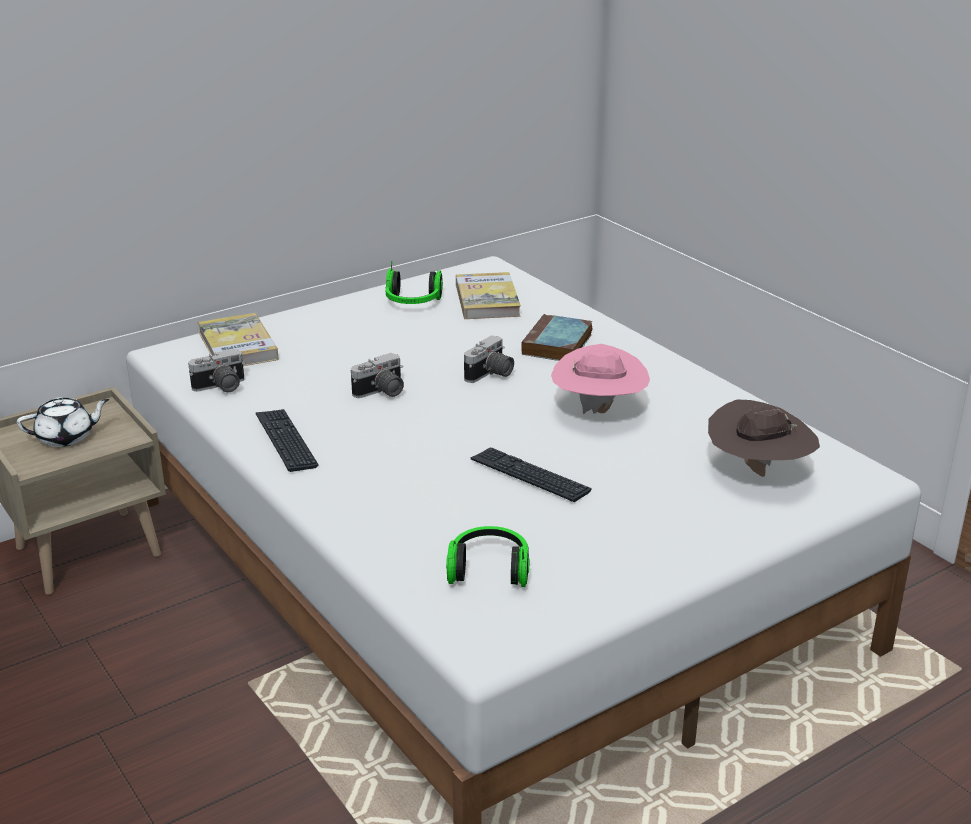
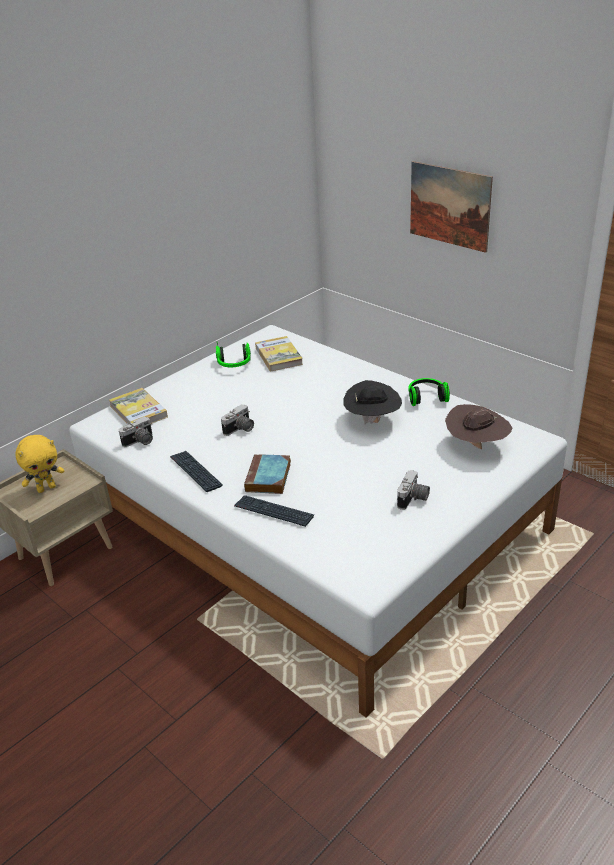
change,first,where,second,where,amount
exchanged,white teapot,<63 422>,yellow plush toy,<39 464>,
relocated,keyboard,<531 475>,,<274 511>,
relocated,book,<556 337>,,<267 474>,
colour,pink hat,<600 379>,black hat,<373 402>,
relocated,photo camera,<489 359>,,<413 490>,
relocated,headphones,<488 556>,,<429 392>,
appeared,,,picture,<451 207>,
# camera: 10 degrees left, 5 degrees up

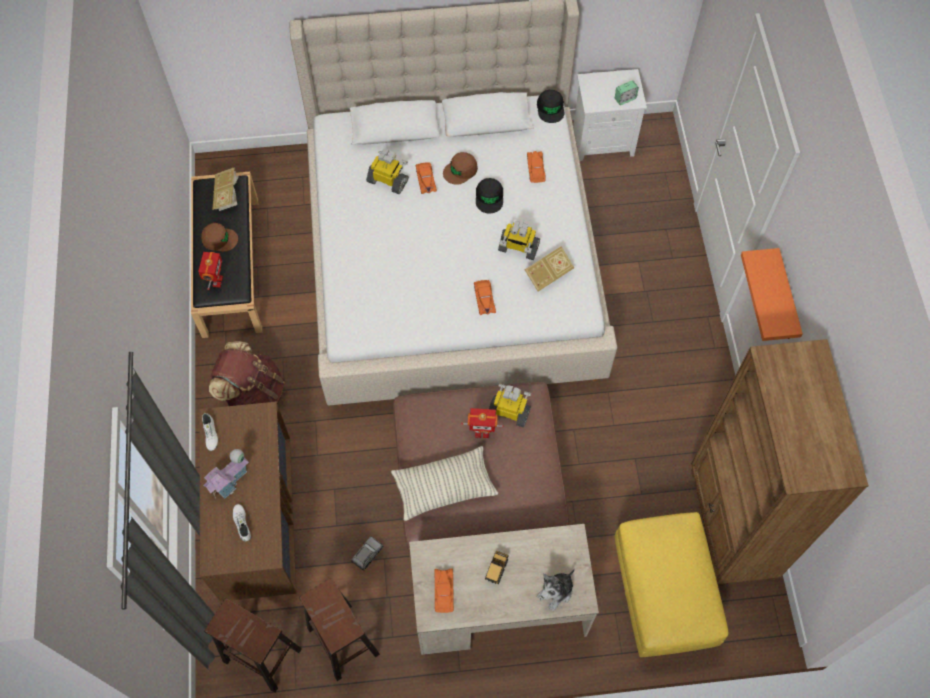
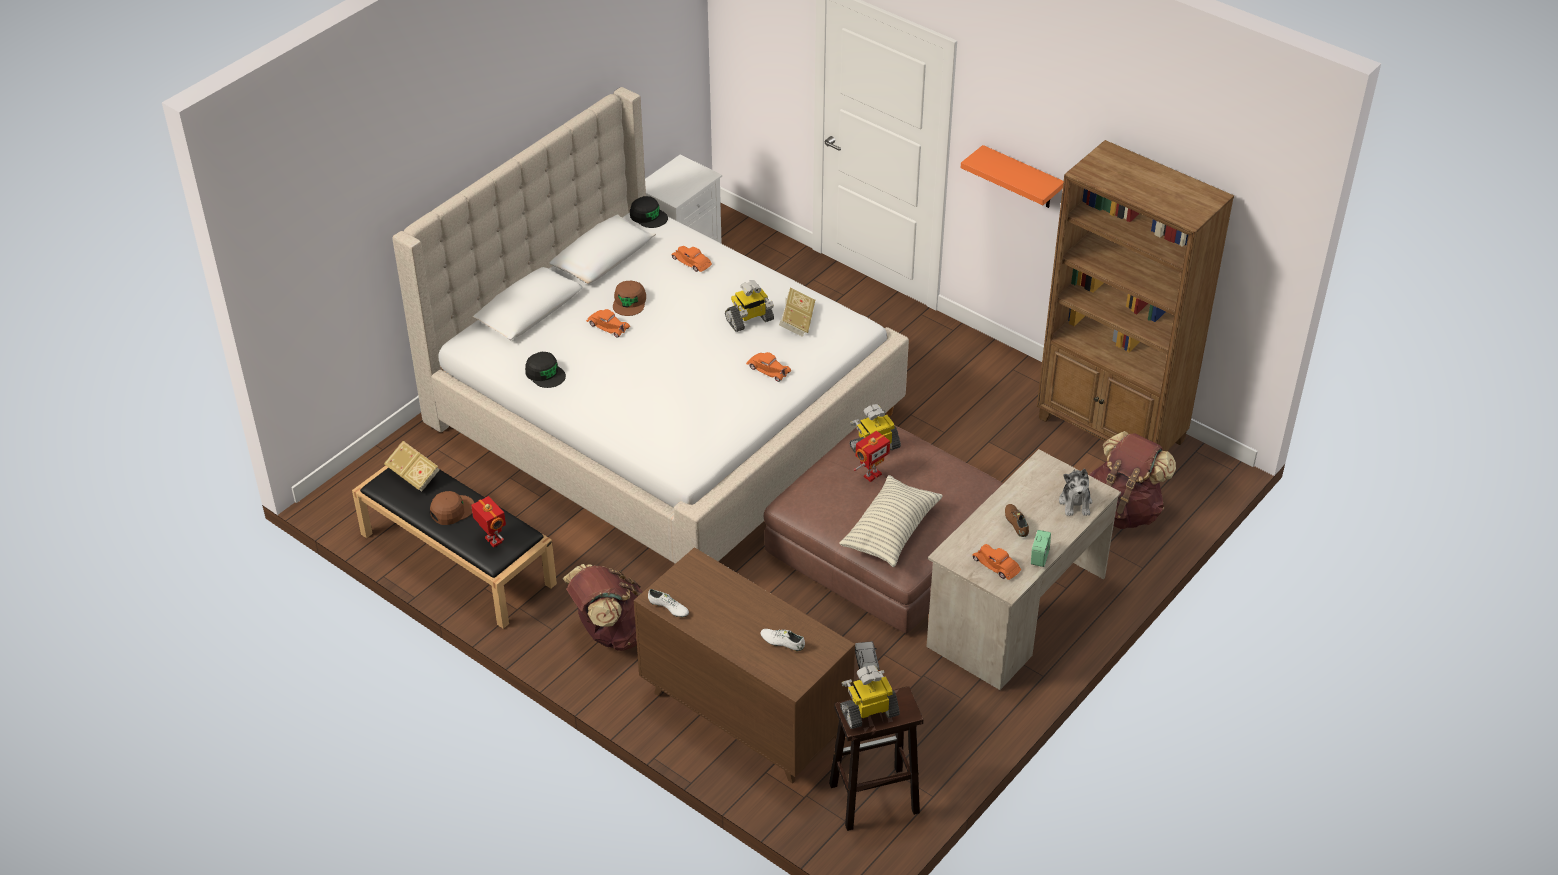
change,first,where,second,where,amount
relocated,black cap,<489 196>,,<545 370>,
relocated,toy robot,<387 171>,,<870 697>,
exchanged,toy truck,<497 567>,brown shoe,<1017 520>,
relocated,alarm clock,<627 92>,,<1041 548>,
exchanged,yellow ottoman,<672 584>,brown backpack,<1132 480>,
missing,toy house,<226 474>,,,
missing,brown stool,<339 629>,,,
# camera: 45 degrees left, 20 degrees down

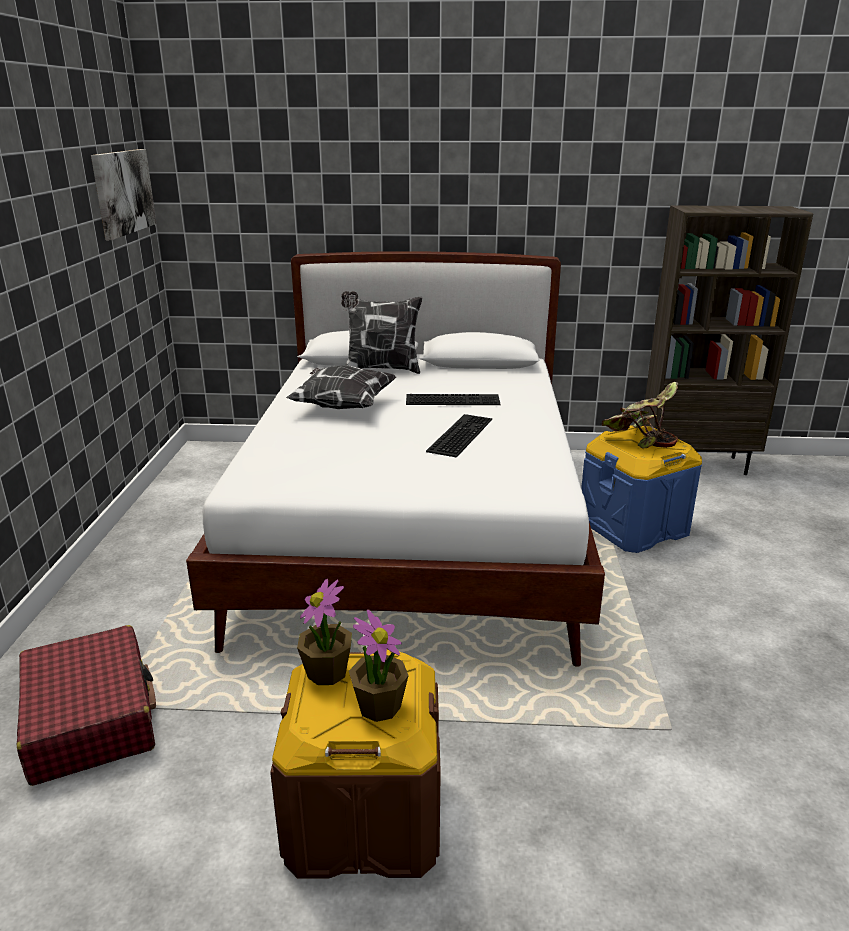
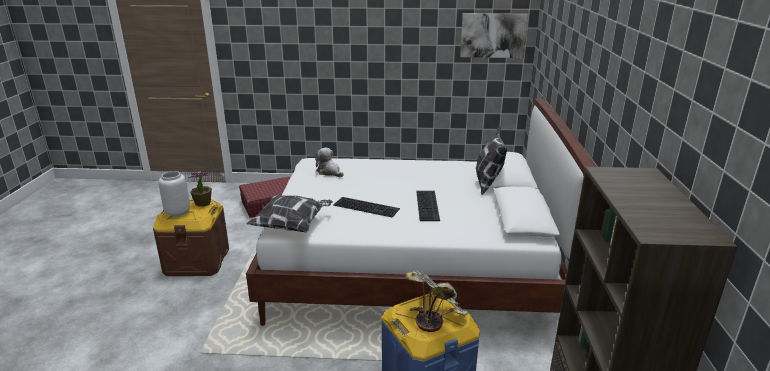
change,first,where,second,where,amount
exchanged,potted plant,<379 665>,grey vase,<174 194>,
relocated,pillow,<341 387>,,<290 213>,
appeared,,,plush toy,<329 162>,
# camera: 90 degrees right, 0 degrees up

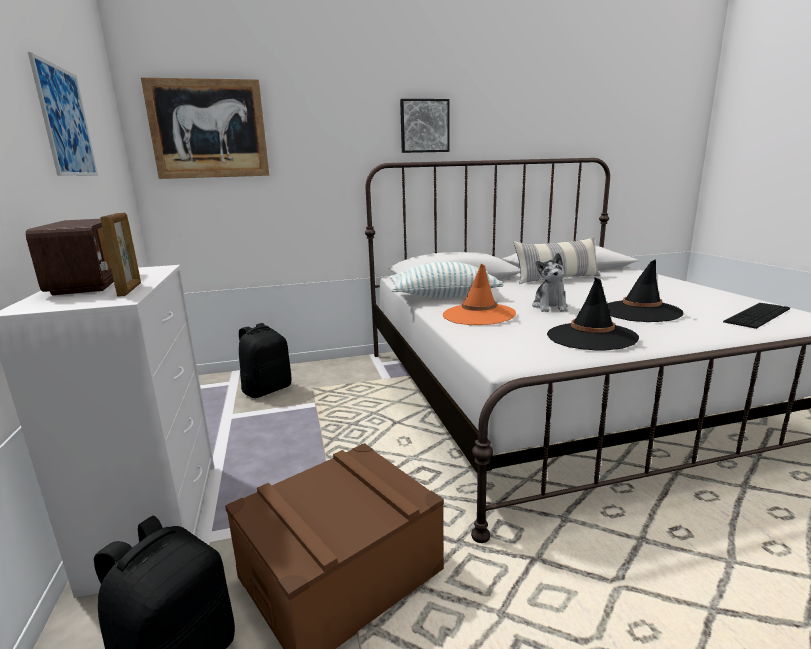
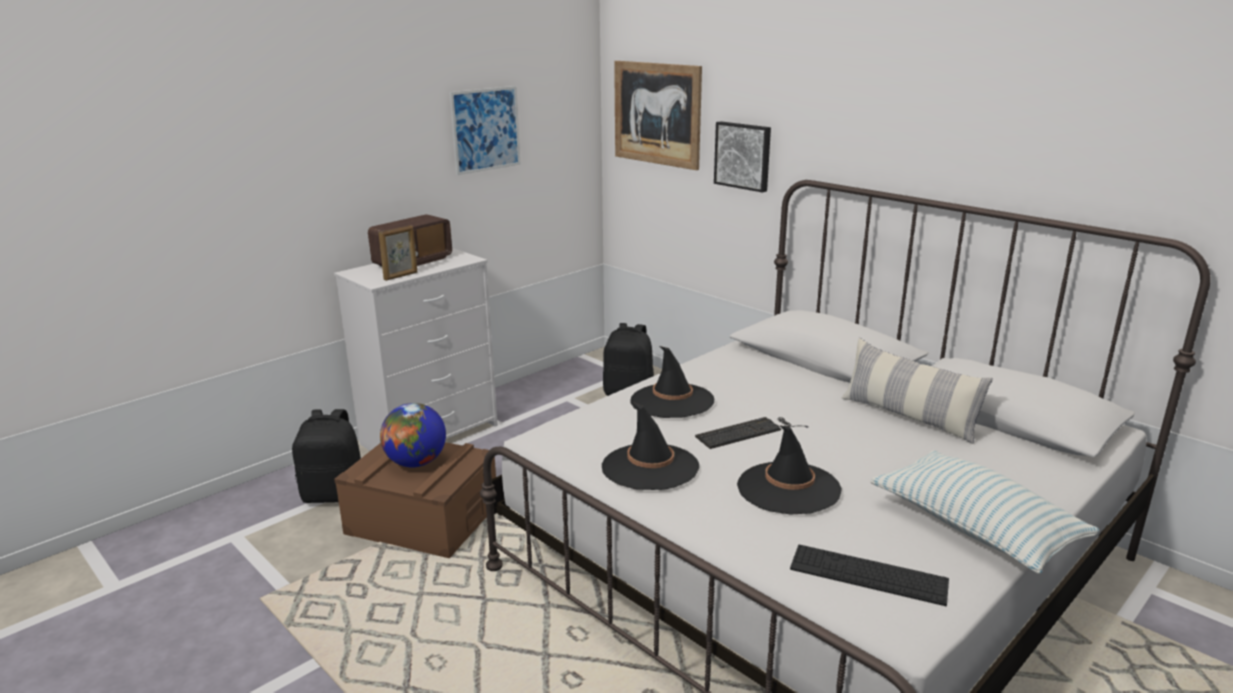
change,first,where,second,where,amount
appeared,,,globe,<413 435>,
colour,orange hat,<479 294>,black hat,<673 382>,
exchanged,plush toy,<550 282>,keyboard,<752 433>,
relocated,picture,<425 126>,,<742 157>,
relocated,pillow,<446 280>,,<985 512>,
# camera: 60 degrees right, 5 degrees up

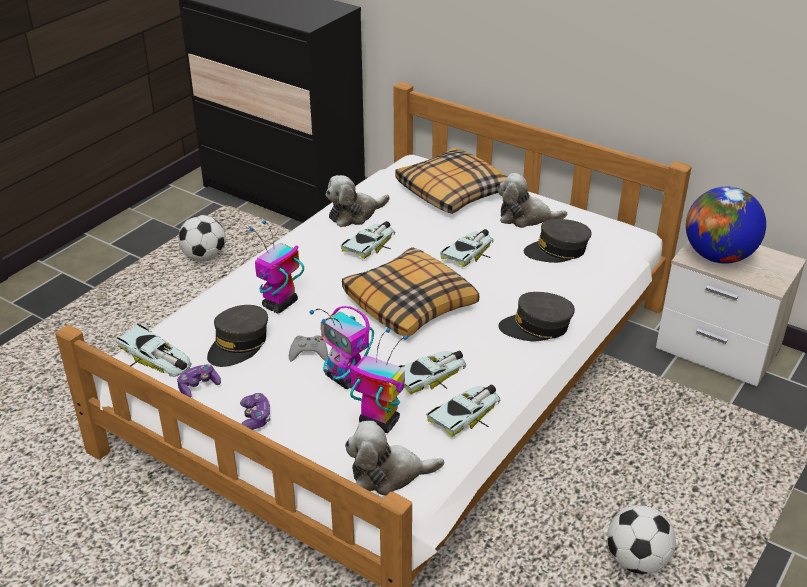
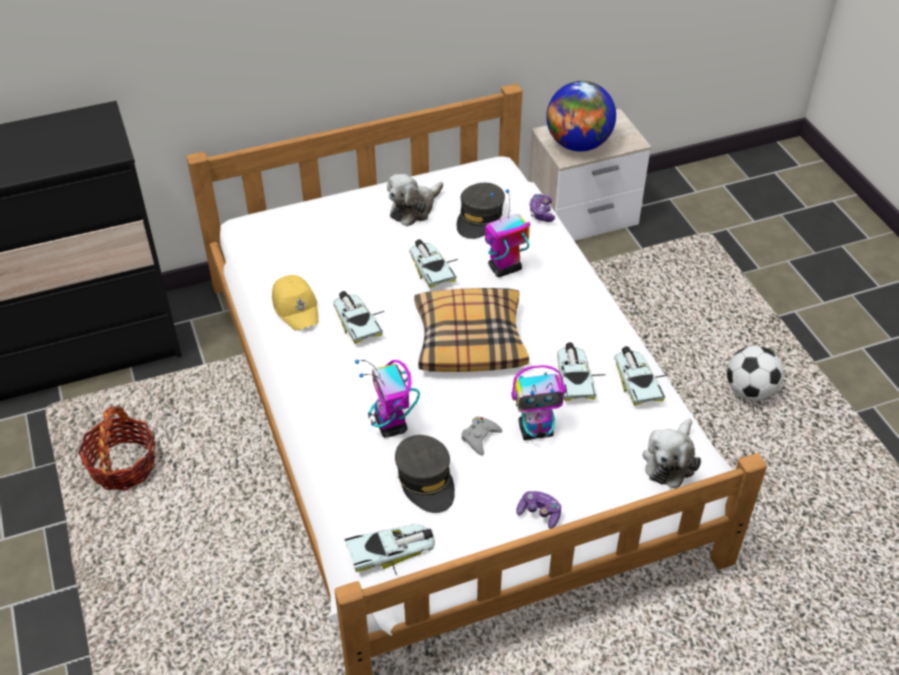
change,first,where,second,where,amount
exchanged,football,<202 238>,basket,<117 448>,
exchanged,plush toy,<358 201>,yellow cap,<295 303>,
relocated,toy robot,<378 380>,,<507 233>,
relocated,game controller,<199 381>,,<542 208>,
missing,pillow,<451 181>,,,
missing,grey cap,<536 316>,,,
# camera: 55 degrees left, 10 degrees up

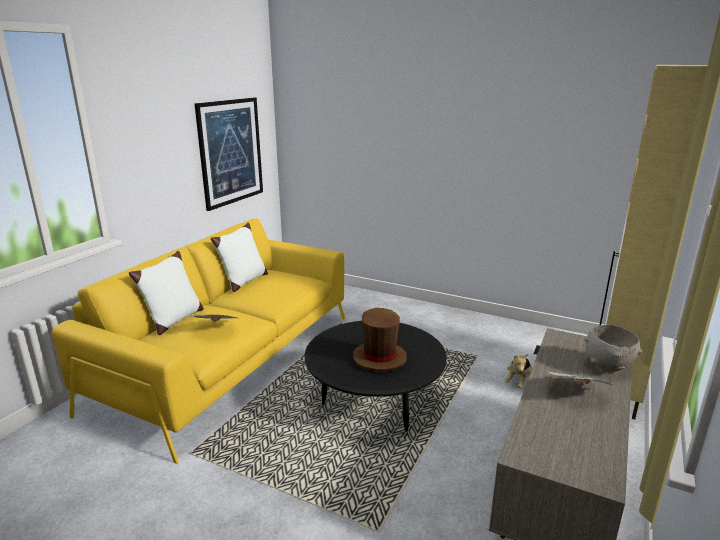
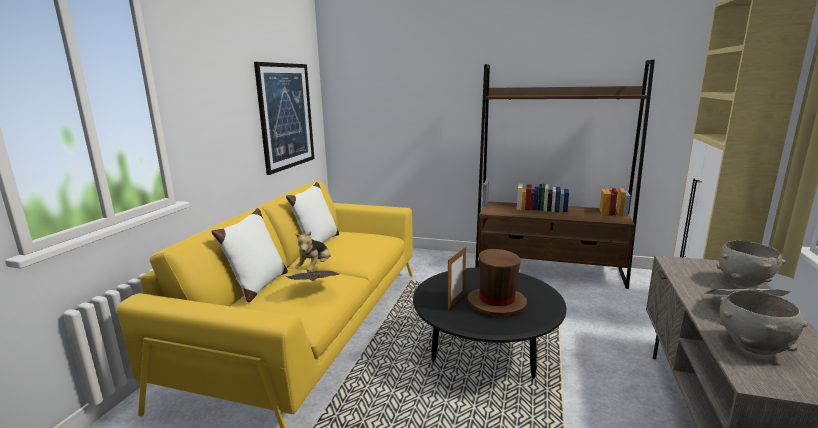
change,first,where,second,where,amount
relocated,plush toy,<518 371>,,<312 251>,
appeared,,,picture frame,<456 278>,
appeared,,,brown bookcase,<565 174>,
appeared,,,grey bowl,<763 322>,
# camera: 10 degrees left, 5 degrees down

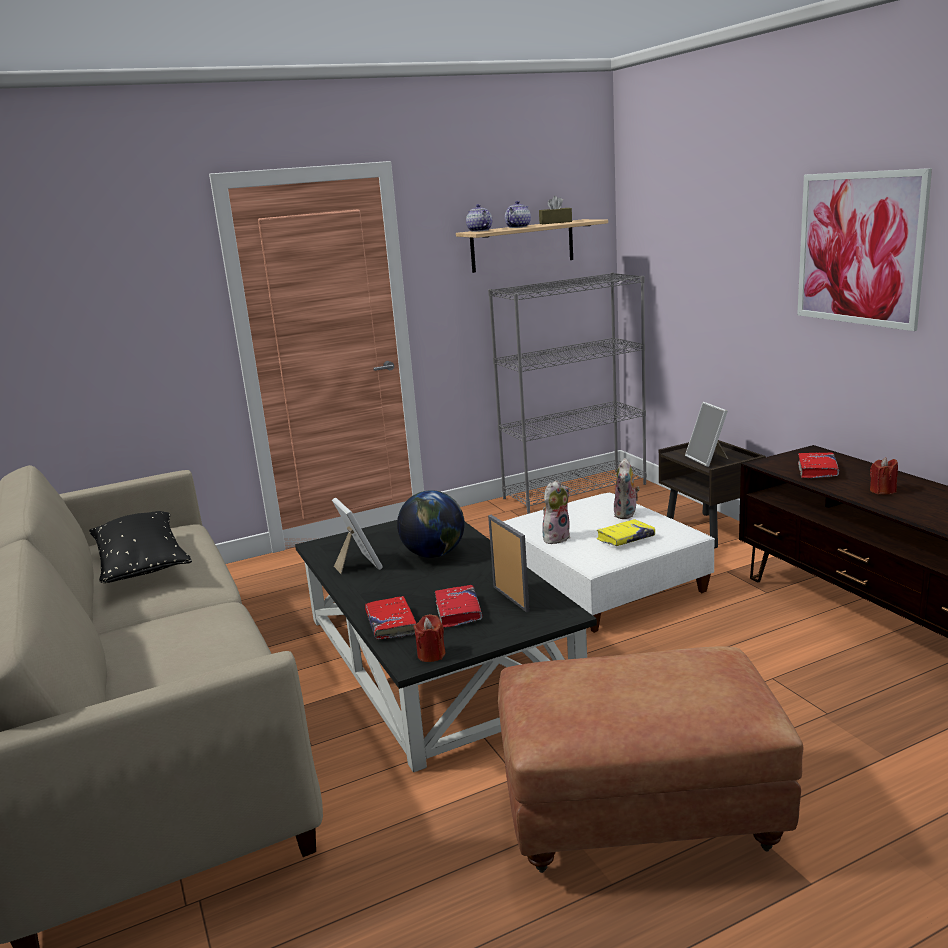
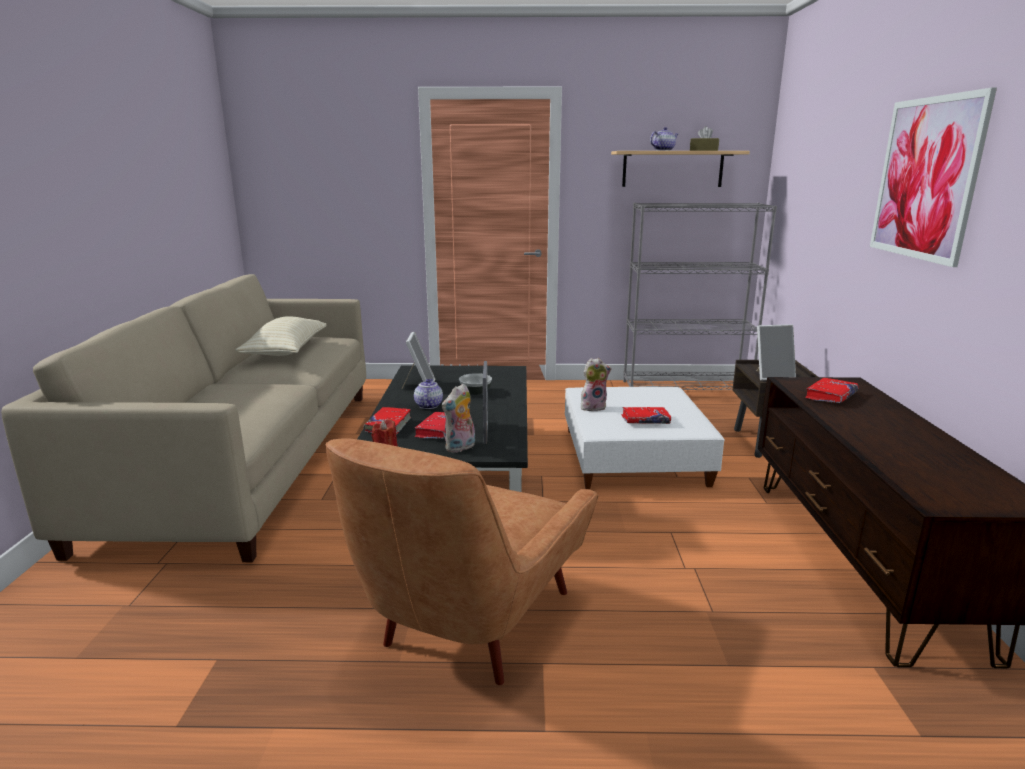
change,first,where,second,where,amount
colour,black pillow,<140 547>,beige pillow,<281 336>,
exchanged,brown ottoman,<651 759>,brown armchair,<462 561>,
relocated,teapot,<479 218>,,<428 394>,
relocated,plush toy,<627 488>,,<458 418>,
exchanged,globe,<431 524>,bowl,<475 384>,
colour,yellow book,<626 532>,red book,<646 415>,
spun,picture frame,<706 434>,,<776 352>,105 degrees counterclockwise
missing,red candle,<884 475>,,,
# camera: 25 degrees right, 0 degrees up

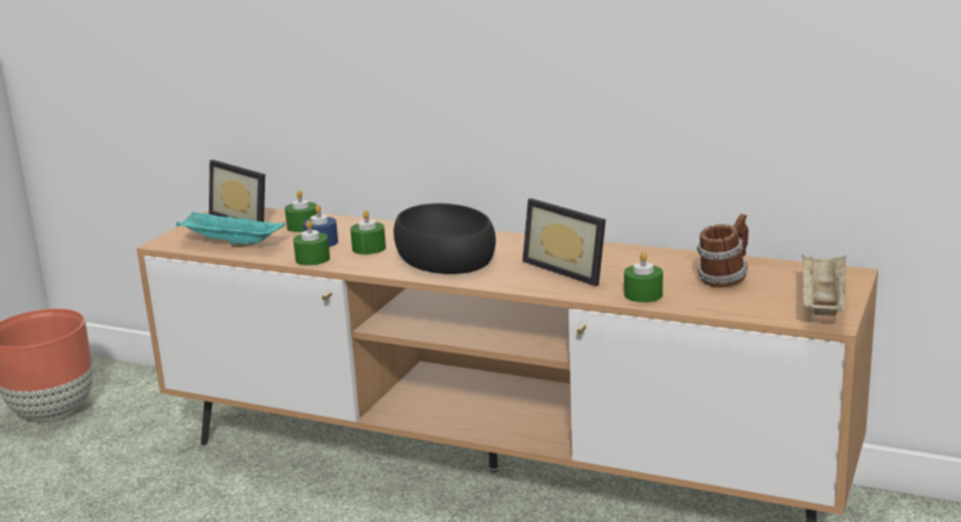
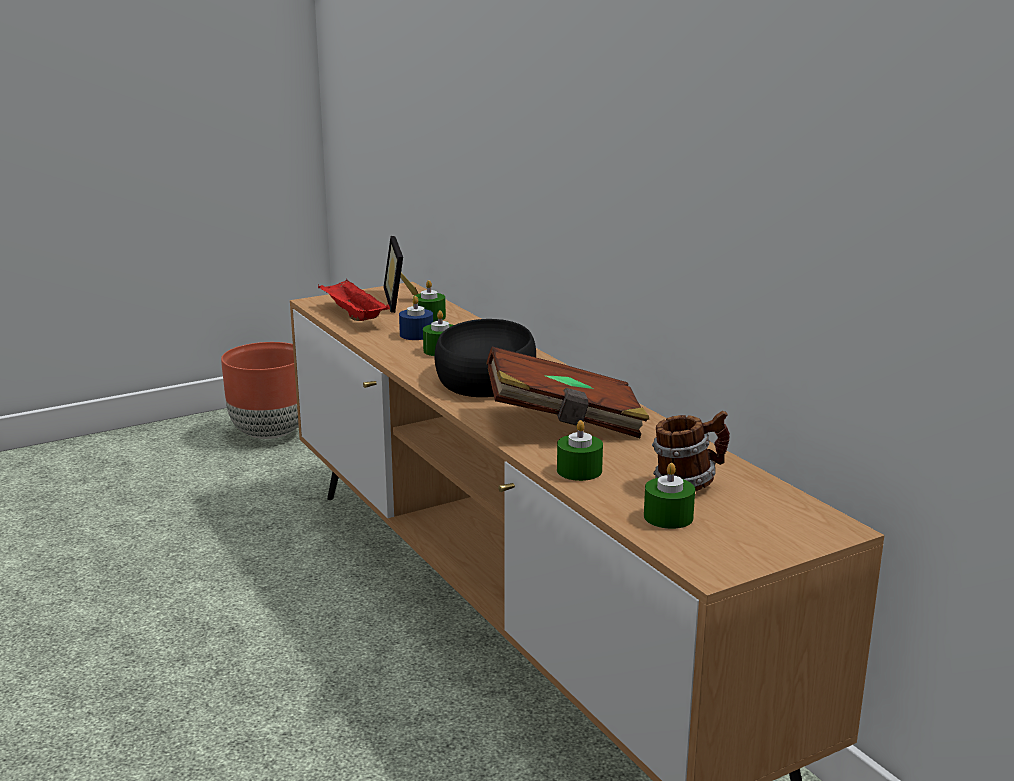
change,first,where,second,where,amount
colour,turquoise tray,<230 229>,red tray,<354 300>,
exchanged,picture frame,<564 242>,brown book,<568 392>,
relocated,green candle,<311 243>,,<669 496>,
missing,beige tray,<824 285>,,,
# camera: 35 degrees right, 0 degrees up

